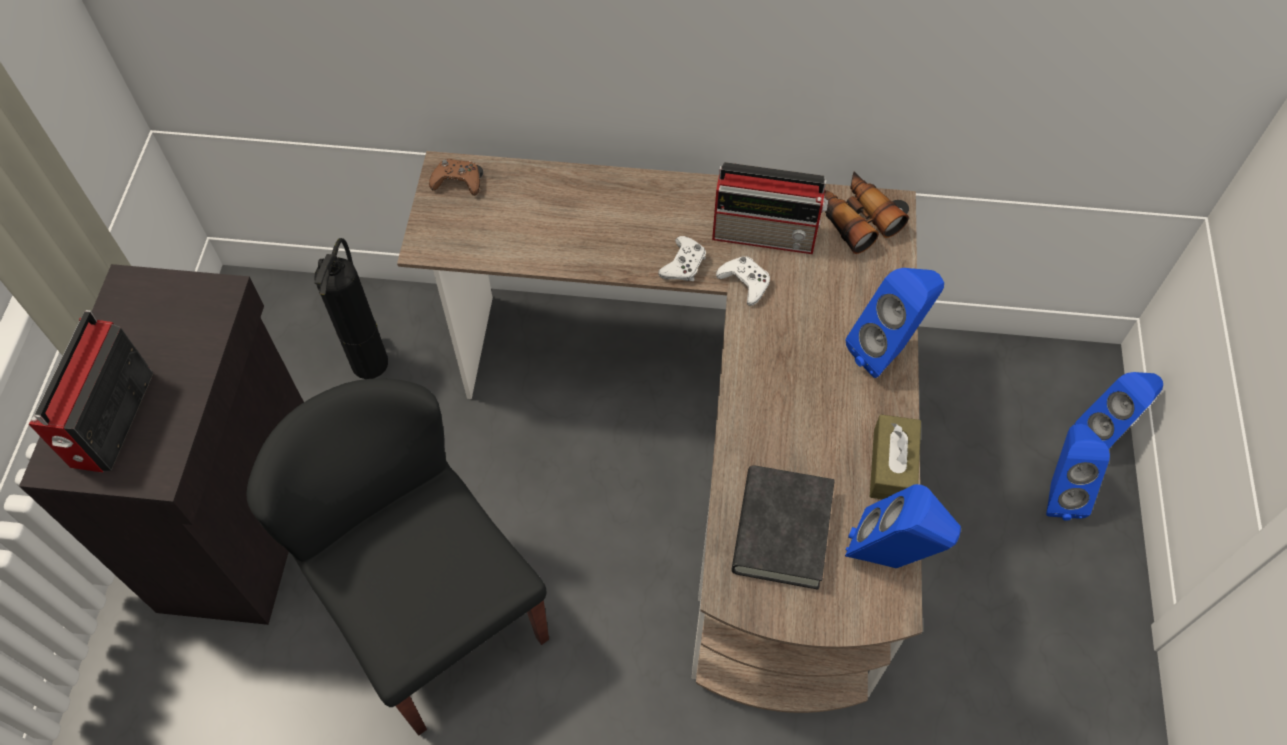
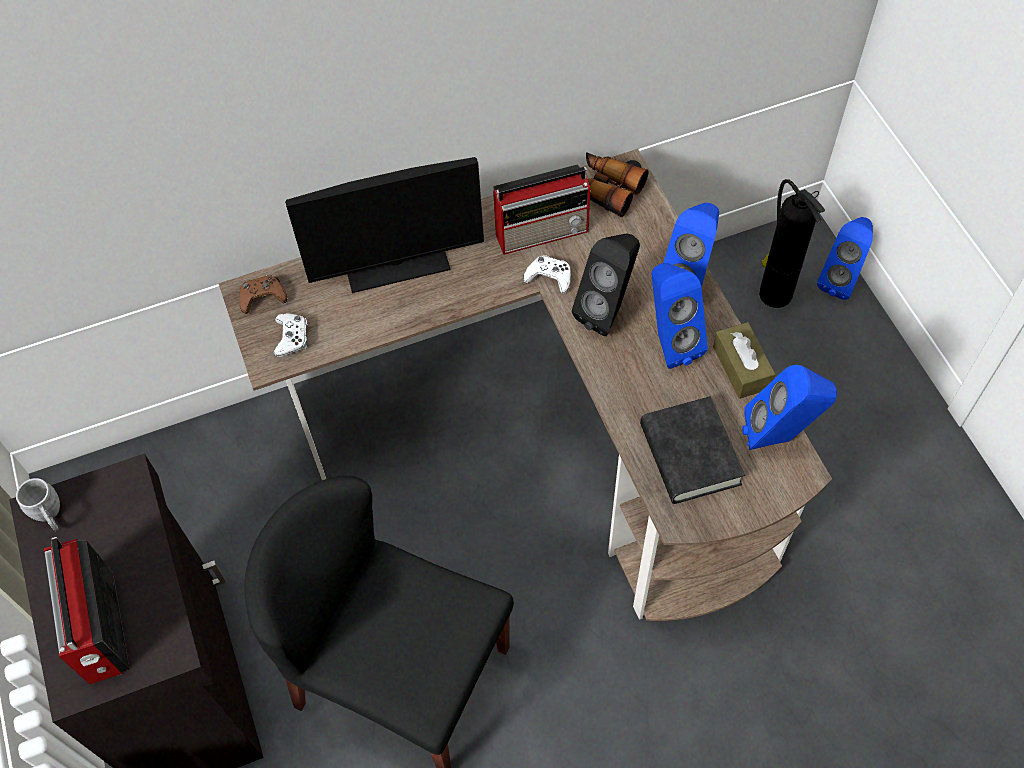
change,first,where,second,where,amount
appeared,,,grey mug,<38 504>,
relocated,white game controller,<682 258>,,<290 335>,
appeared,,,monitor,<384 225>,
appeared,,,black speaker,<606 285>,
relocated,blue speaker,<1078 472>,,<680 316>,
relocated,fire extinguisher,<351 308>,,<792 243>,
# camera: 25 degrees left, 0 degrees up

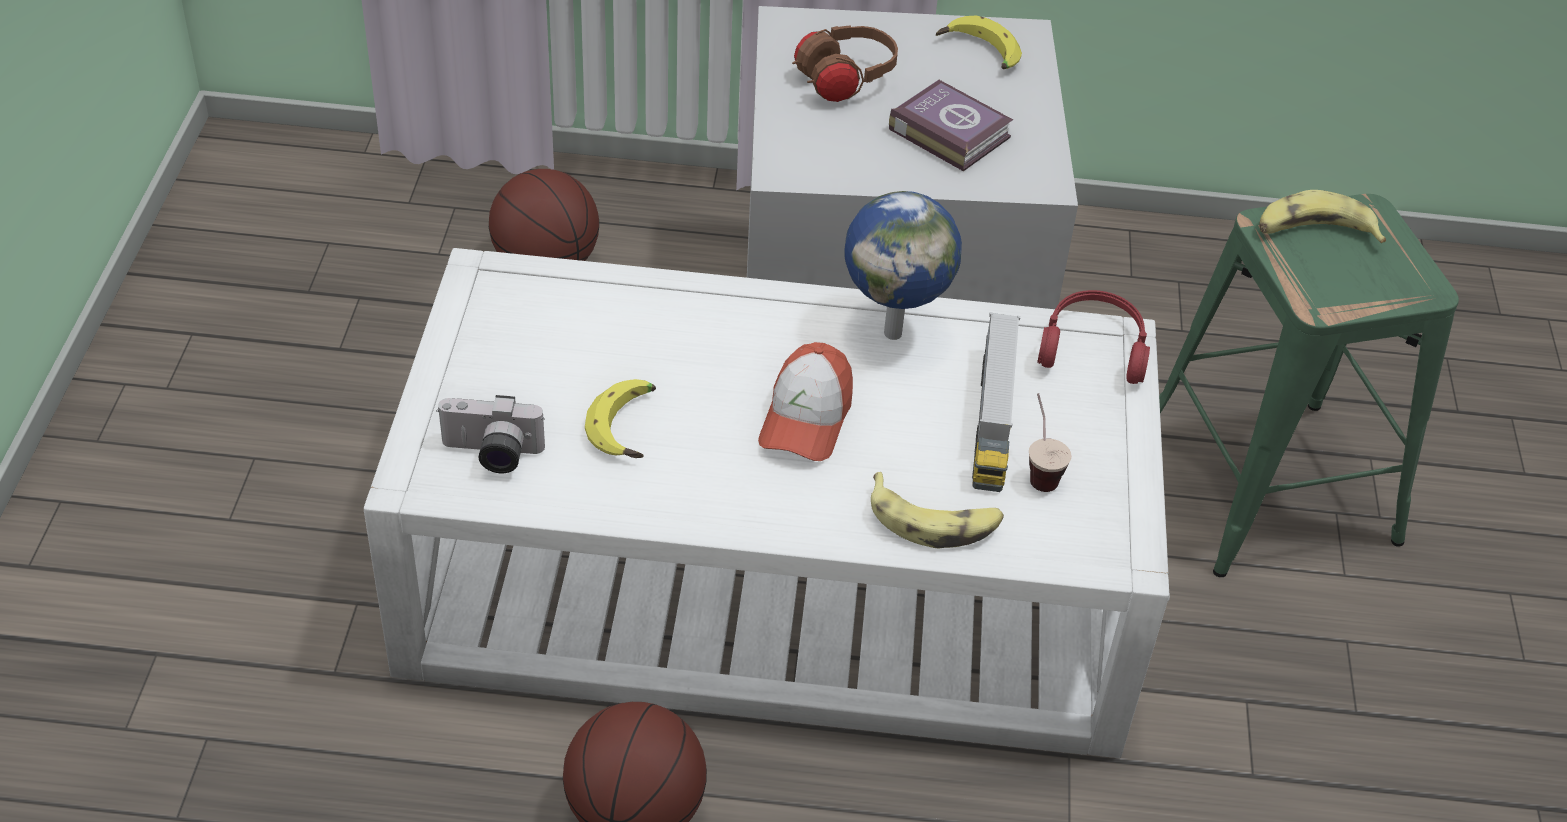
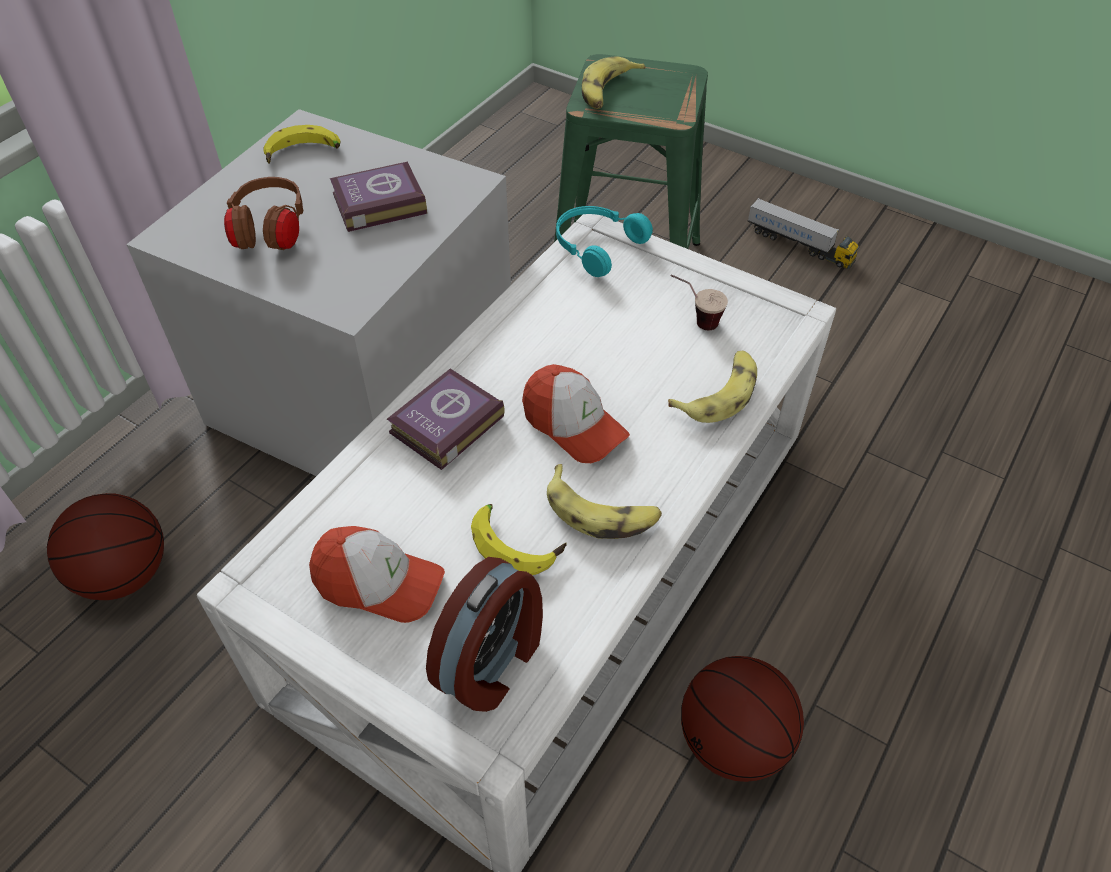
change,first,where,second,where,amount
appeared,,,cap,<377 574>,
appeared,,,book,<446 419>,
exchanged,photo camera,<490 434>,alarm clock,<484 634>,
appeared,,,banana,<604 501>,
colour,red headphones,<1093 337>,turquoise headphones,<604 241>,
relocated,toy truck,<996 402>,,<803 233>,
missing,globe,<903 265>,,,
# camera: 60 degrees left, 5 degrees up

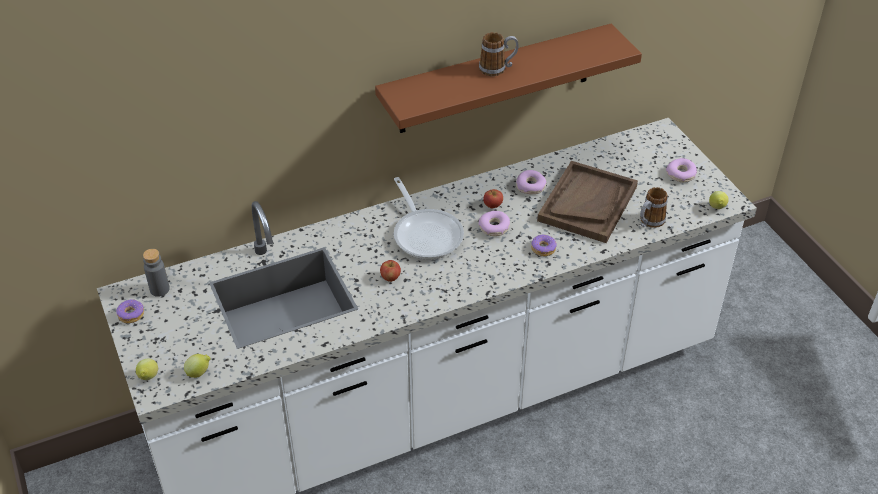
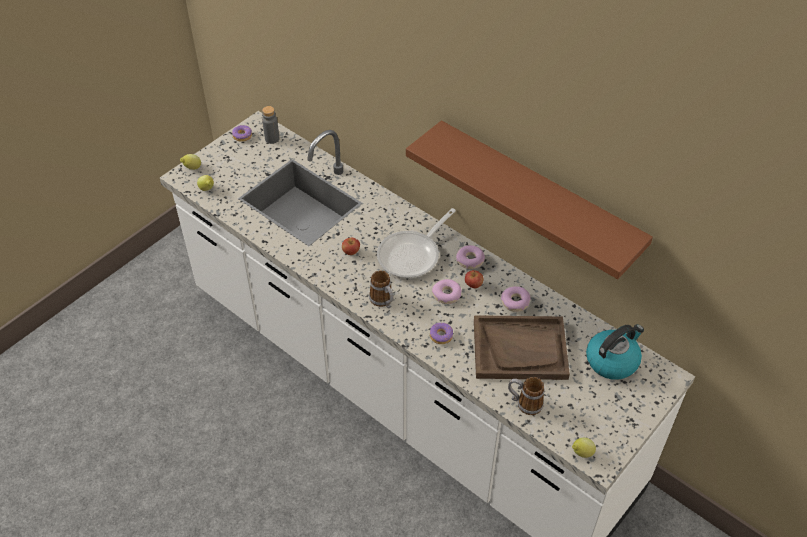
change,first,where,second,where,amount
relocated,mug,<499 54>,,<381 289>,
relocated,donut,<681 170>,,<470 257>,
appeared,,,kettle,<615 352>,
# camera: 65 degrees right, 5 degrees up

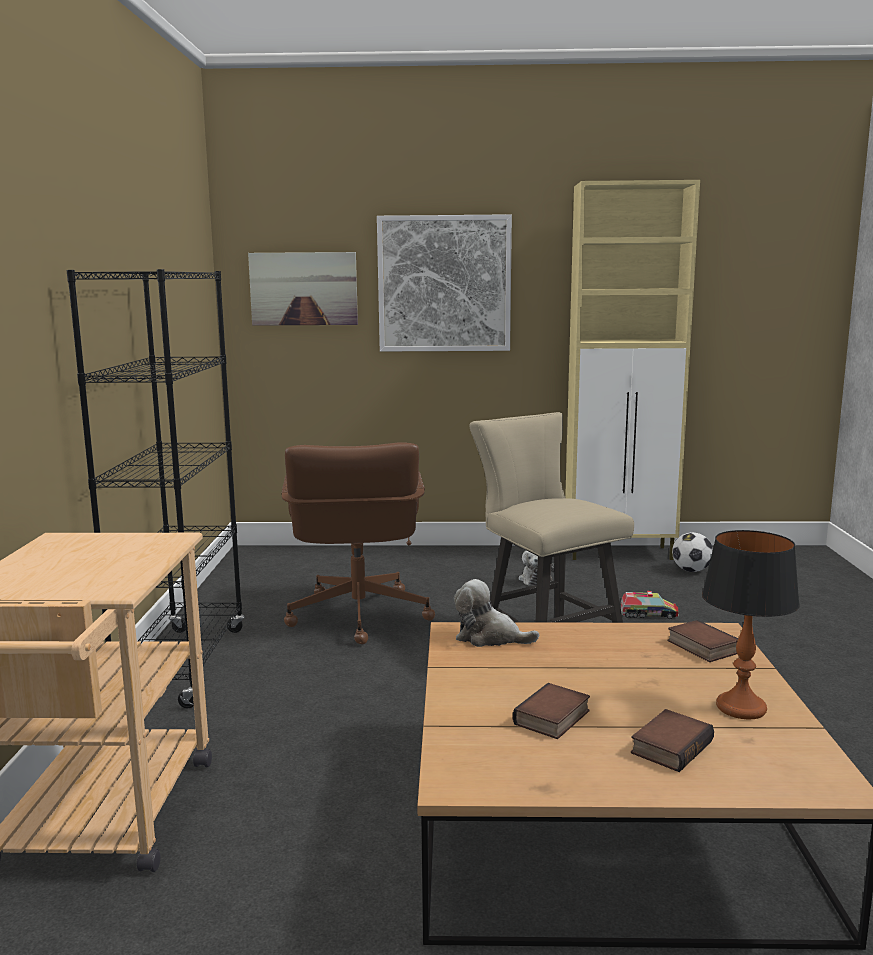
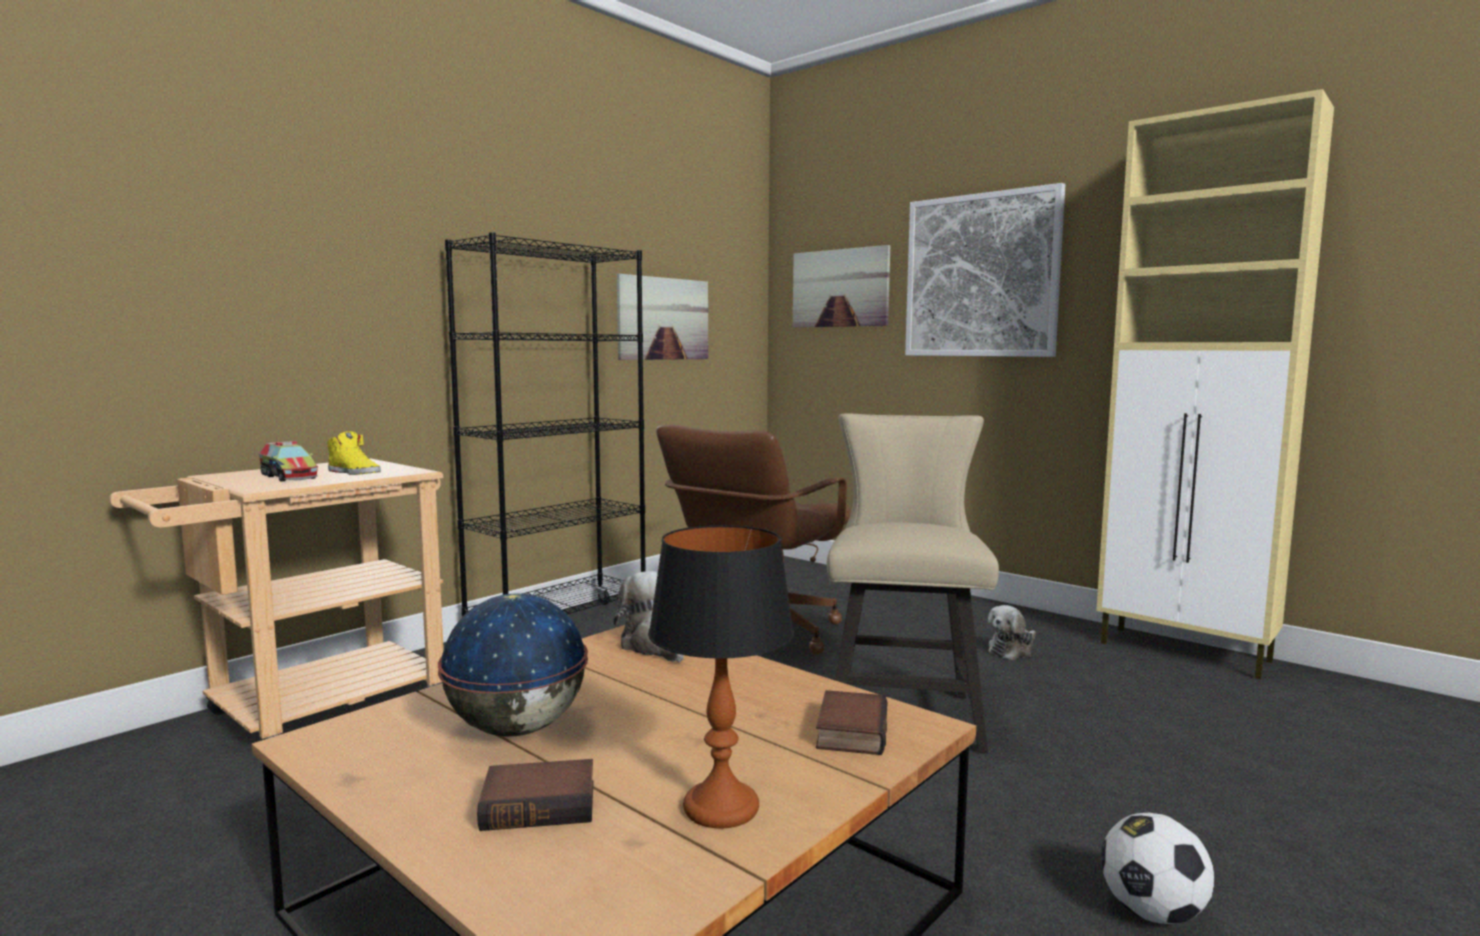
change,first,where,second,where,amount
relocated,toy truck,<649 605>,,<288 461>,
appeared,,,yellow shoe,<354 453>,
exchanged,book,<551 711>,globe,<513 665>,
appeared,,,picture,<662 317>,
relocated,football,<692 552>,,<1158 868>,
# camera: 40 degrees right, 5 degrees down

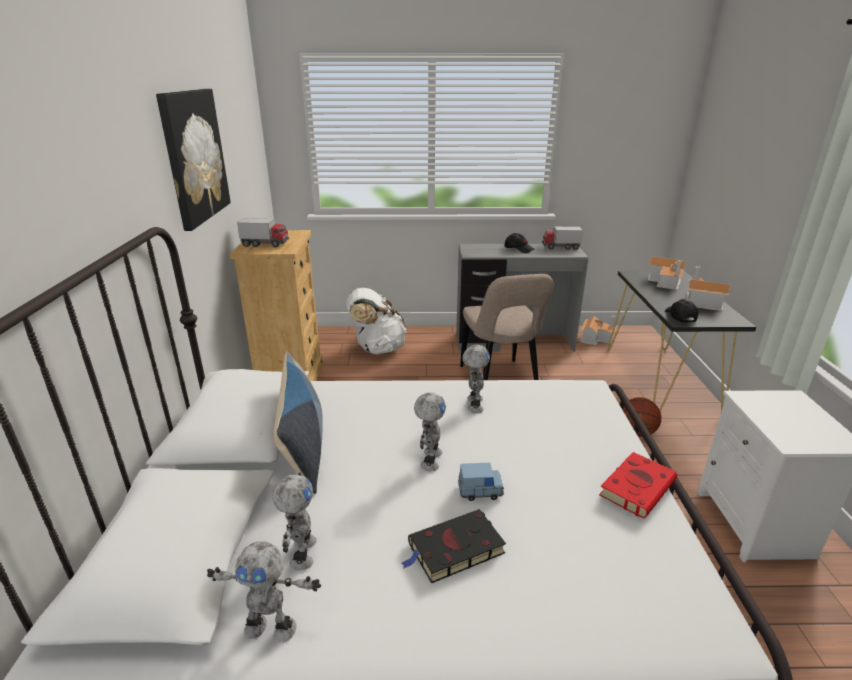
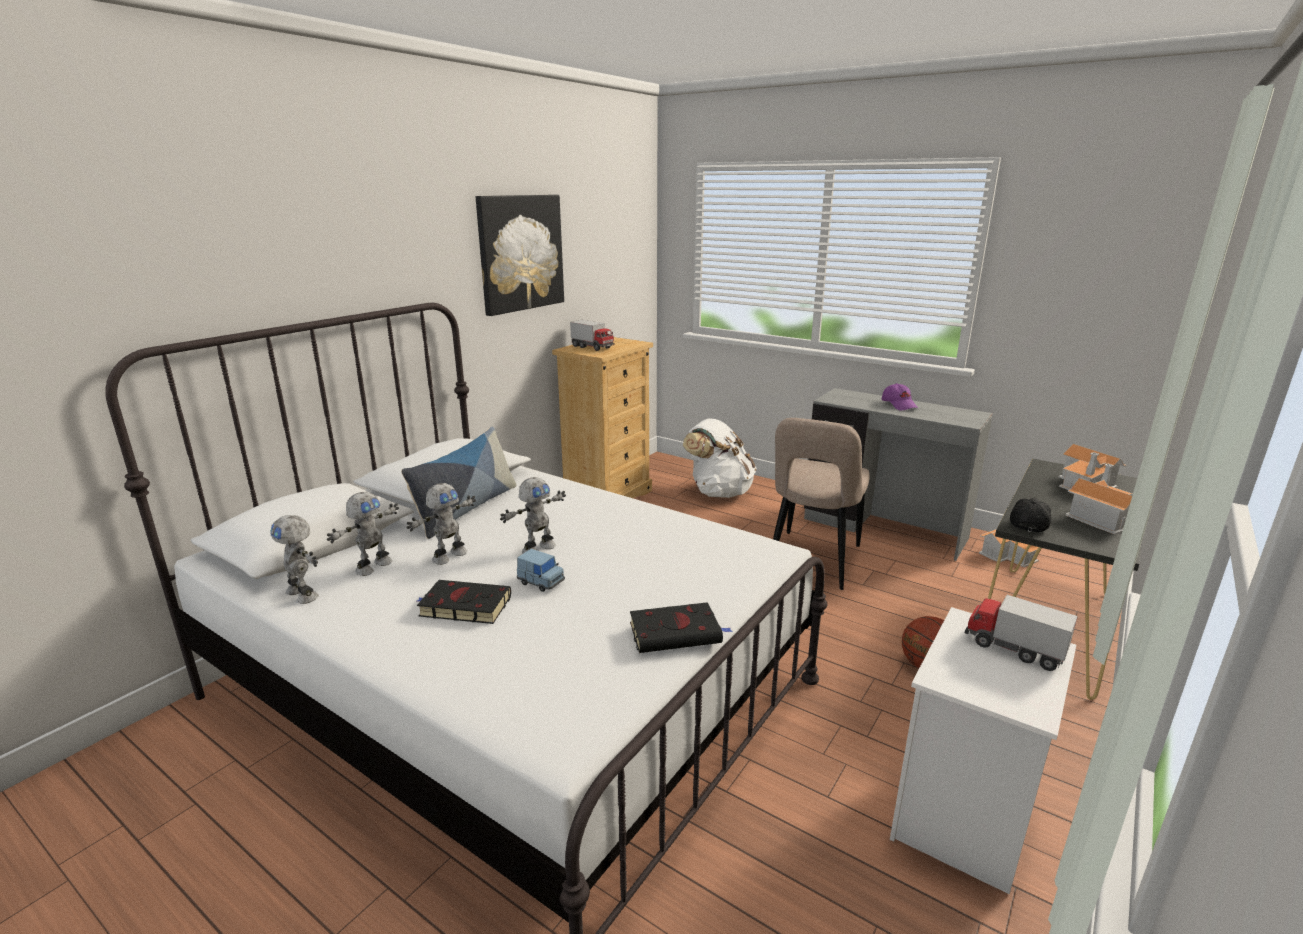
change,first,where,second,where,amount
relocated,toy robot,<476 379>,,<441 524>,
colour,red book,<638 485>,black book,<681 627>,
colour,black cap,<519 243>,purple cap,<900 396>,
relocated,toy truck,<562 238>,,<1021 633>,
# camera: 35 degrees right, 5 degrees down

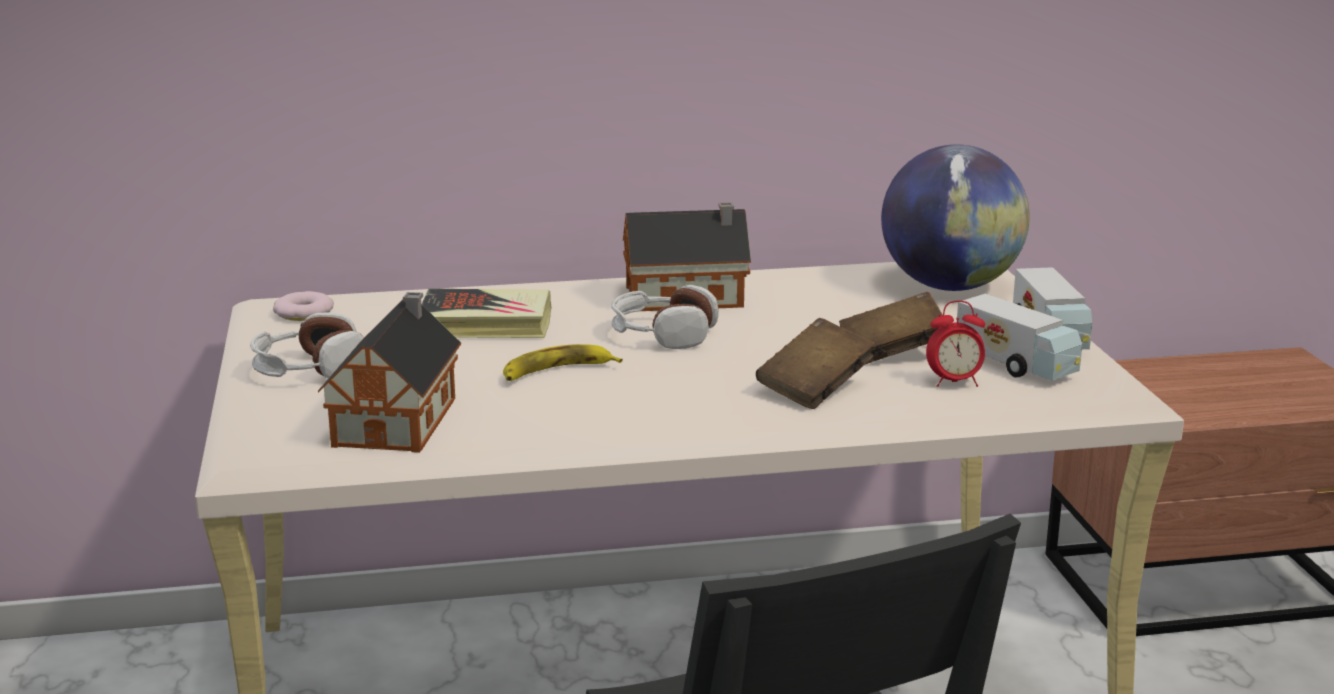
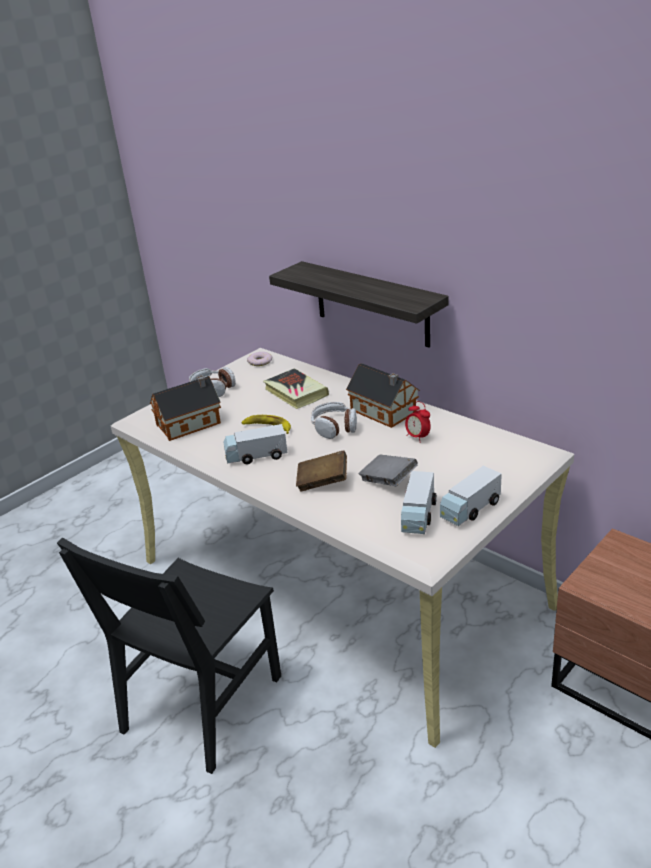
change,first,where,second,where,amount
appeared,,,toy truck,<255 444>,
appeared,,,shelf,<358 304>,
colour,brown book,<891 328>,grey book,<388 470>,
relocated,alarm clock,<955 344>,,<418 422>,
missing,globe,<955 217>,,,
# camera: 55 degrees right, 10 degrees up

